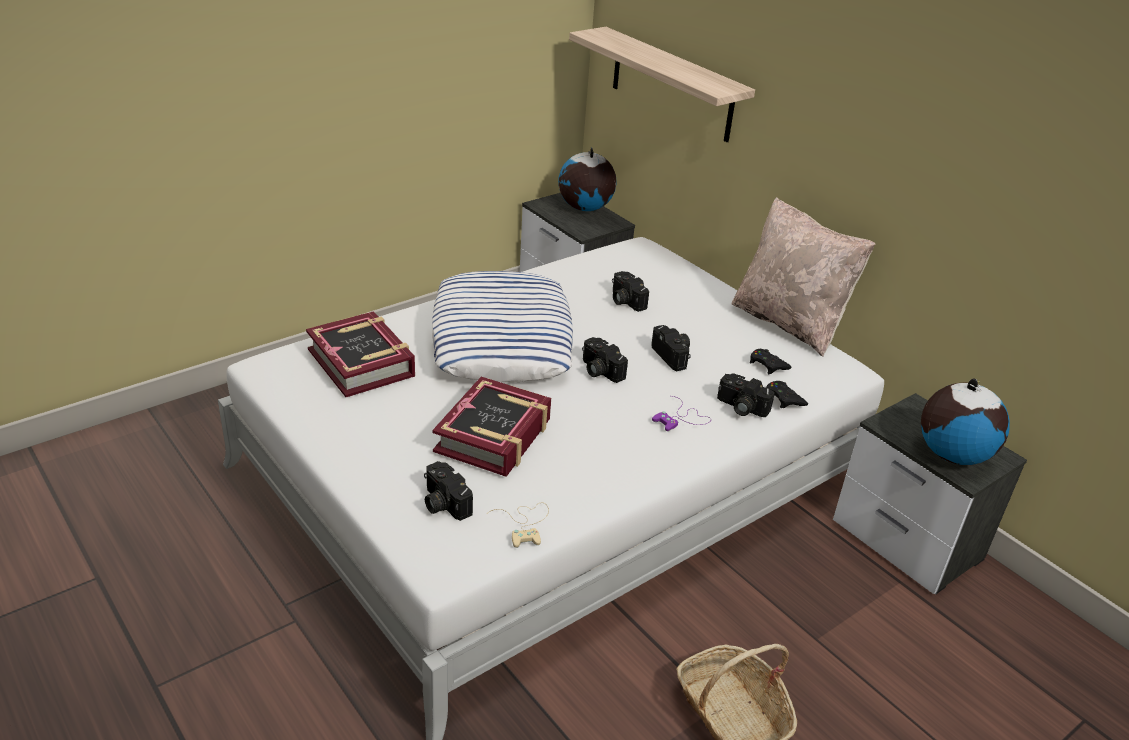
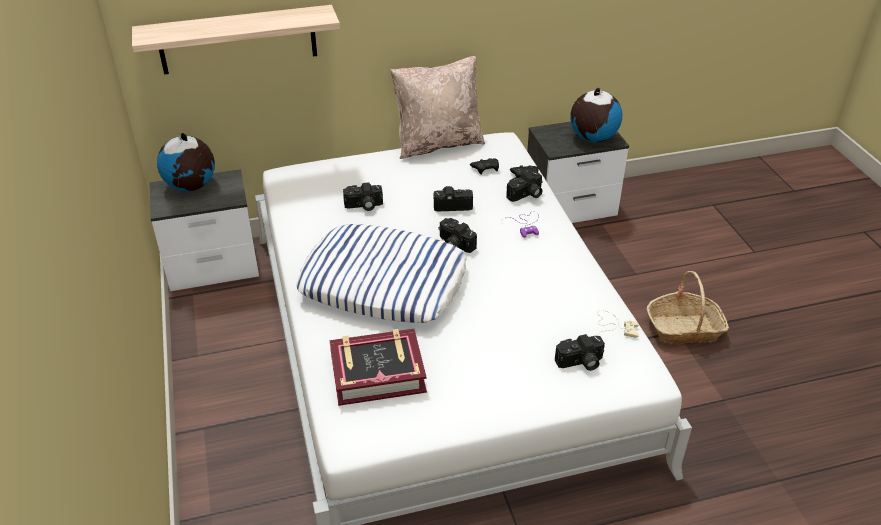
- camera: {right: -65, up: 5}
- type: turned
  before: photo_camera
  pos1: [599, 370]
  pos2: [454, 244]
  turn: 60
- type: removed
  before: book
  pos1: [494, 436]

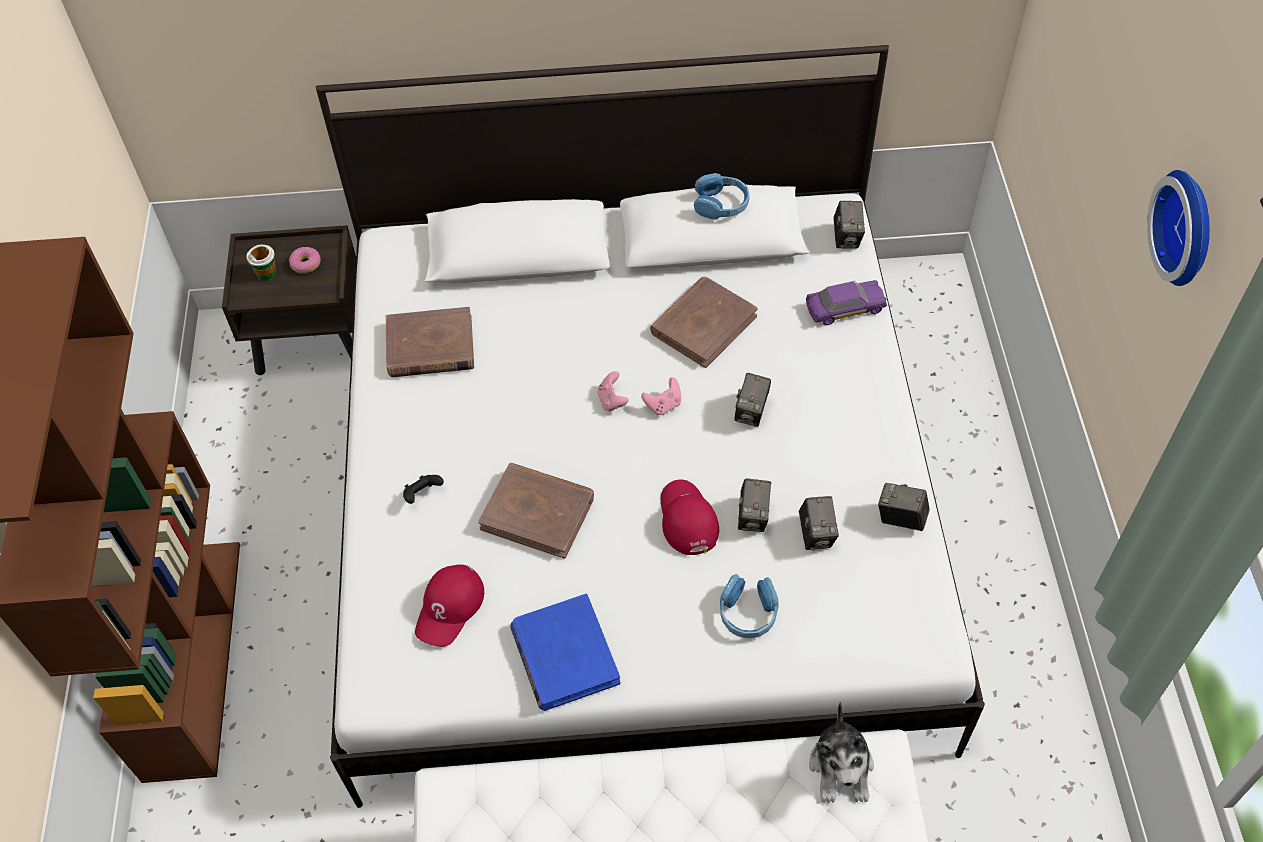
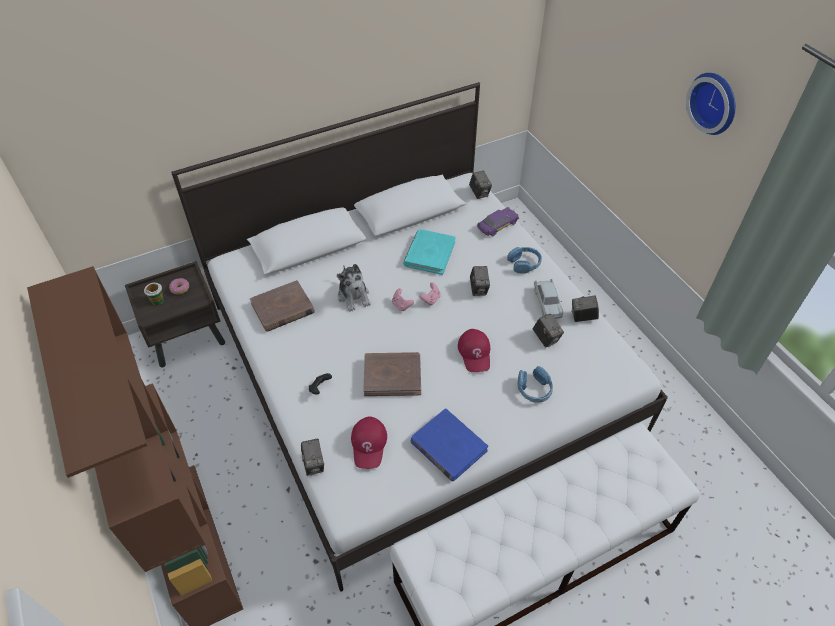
- camera: {right: -25, up: -5}
- type: moved
  before: photo_camera
  pos1: [753, 517]
  pos2: [314, 464]
- type: moved
  before: plush_toy
  pos1: [841, 767]
  pos2: [354, 296]
- type: recoloured
  before: brown_book
  after: turquoise_book
  pos1: [703, 324]
  pos2: [429, 254]
- type: turned
  before: red_cap
  pos1: [687, 519]
  pos2: [475, 353]
  turn: -150
- type: moved
  before: blue_headphones
  pos1: [721, 204]
  pos2: [524, 263]
- type: added
  after: white_toy_car
  pos2: [547, 303]

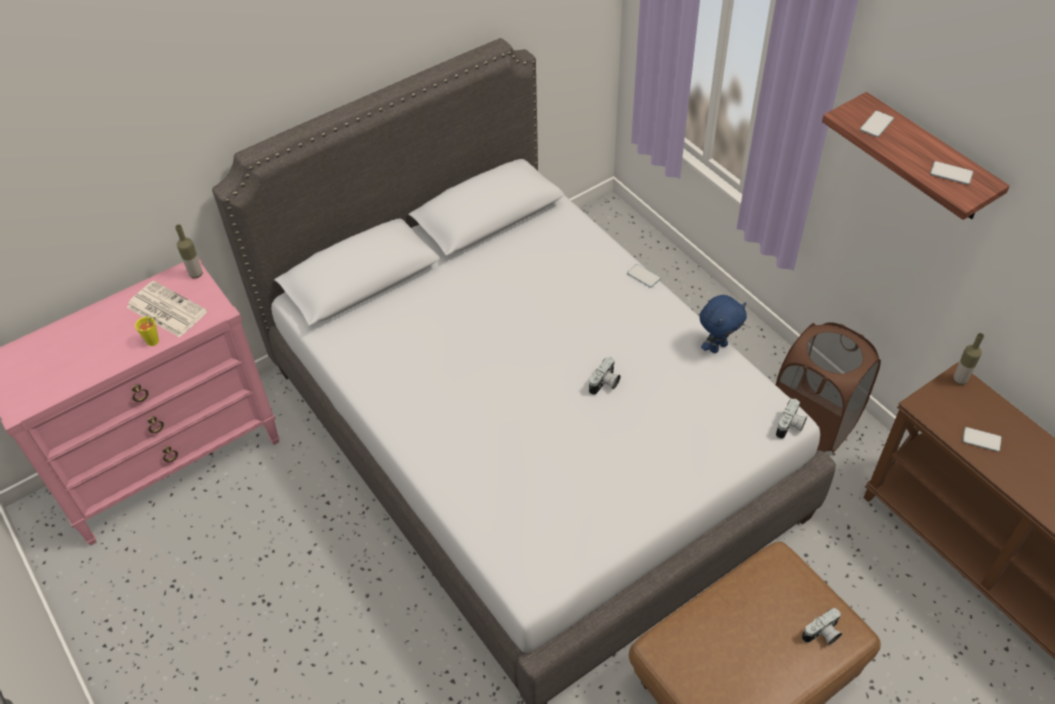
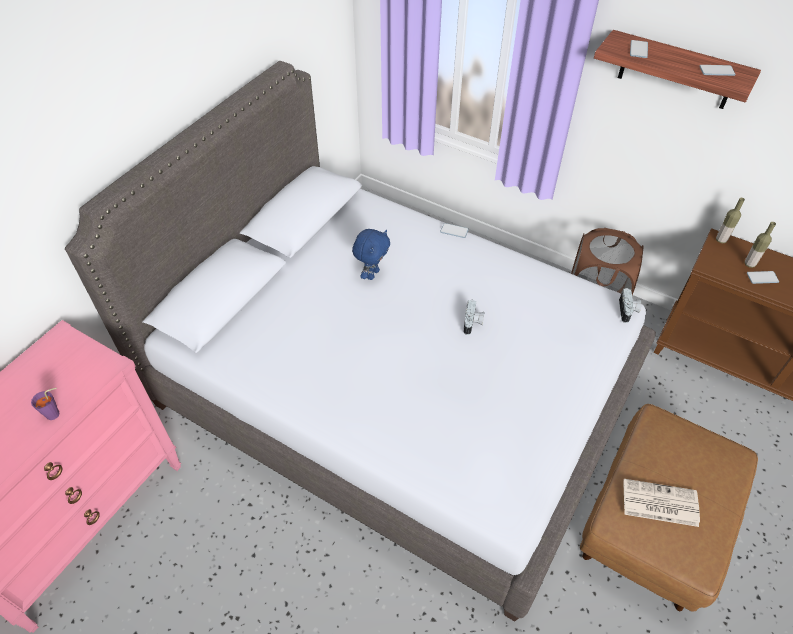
- camera: {right: -25, up: 0}
- type: recoloured
  before: yellow_cup
  after: purple_cup
  pos1: [155, 341]
  pos2: [56, 414]
- type: moved
  before: blue_plush_toy
  pos1: [717, 346]
  pos2: [372, 274]
- type: moved
  before: newspaper
  pos1: [165, 309]
  pos2: [659, 503]
- type: moved
  before: bottle
  pos1: [196, 274]
  pos2: [749, 264]
- type: removed
  before: photo_camera
  pos1: [822, 634]

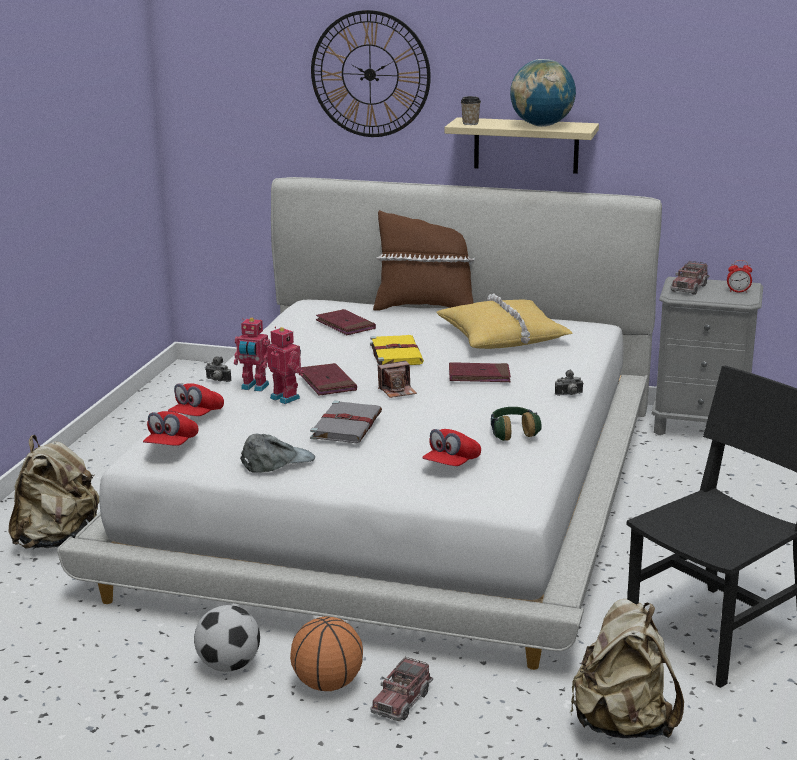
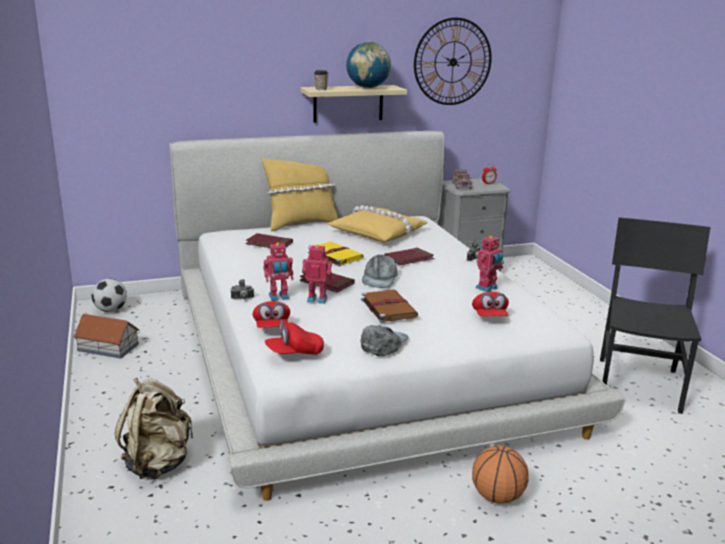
- camera: {right: -35, up: 0}
- type: added
  after: toy_house
  pos2: [108, 347]
- type: moved
  before: football
  pos1: [229, 665]
  pos2: [111, 310]
- type: recoloured
  before: brown_pillow
  after: yellow_pillow
  pos1: [425, 307]
  pos2: [300, 224]
- type: turned
  before: red_cap
  pos1: [171, 445]
  pos2: [294, 353]
  turn: 90
- type: recoloured
  before: grey_book
  after: brown_book
  pos1: [347, 425]
  pos2: [388, 308]
- type: replaced
  before: photo_camera
  after: grey_cap
  pos1: [397, 391]
  pos2: [379, 278]
- type: moved
  before: wall_clock
  pos1: [370, 74]
  pos2: [453, 62]
- type: replaced
  before: headphones
  after: toy_robot
  pos1: [513, 432]
  pos2: [487, 288]
- type: removed
  before: toy_truck
  pos1: [401, 701]
- type: removed
  before: beige_backpack
  pos1: [622, 724]

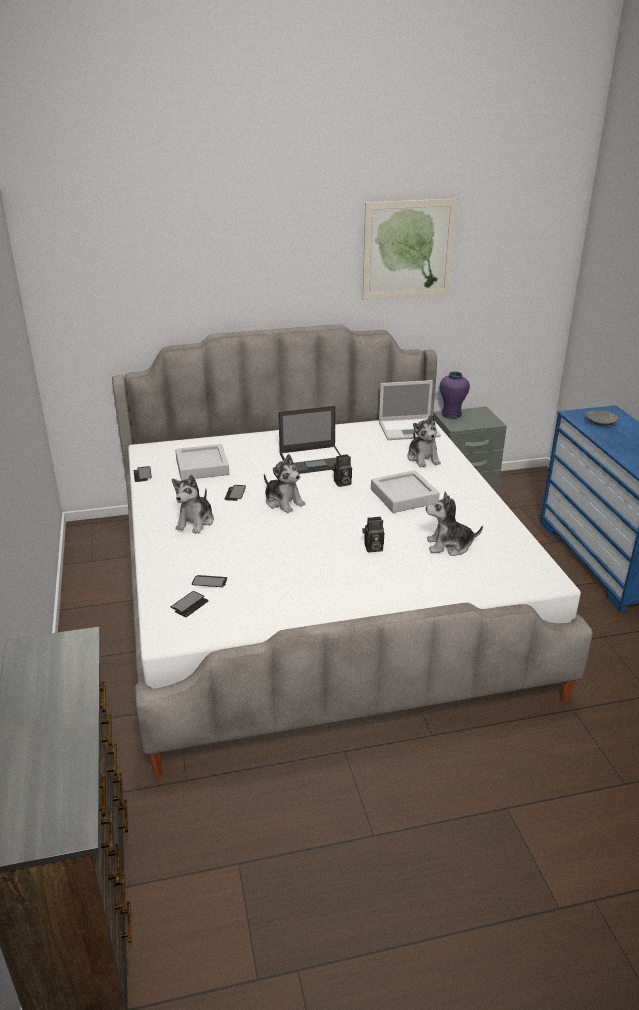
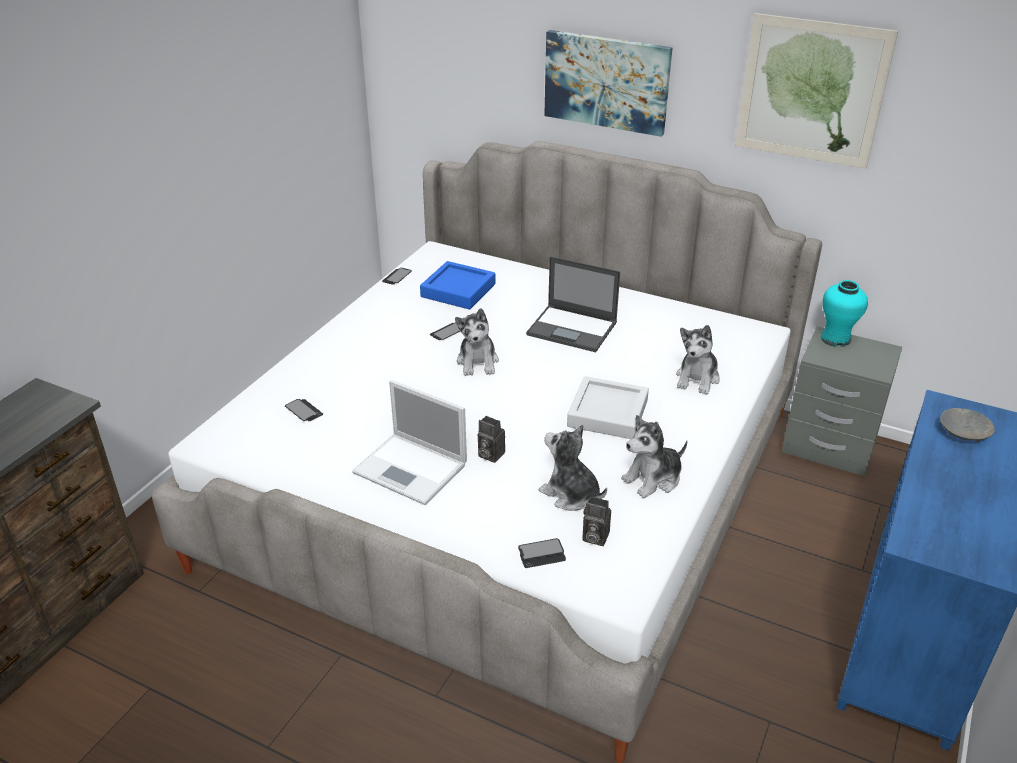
- camera: {right: 40, up: 5}
- type: moved
  before: laptop
  pos1: [410, 429]
  pos2: [412, 469]
- type: recoloured
  before: grey_tray
  after: blue_tray
  pos1: [202, 467]
  pos2: [458, 290]
- type: moved
  before: phone
  pos1: [189, 605]
  pos2: [541, 554]
- type: added
  after: picture
  pos2: [606, 82]
- type: moved
  before: photo_camera
  pos1: [342, 483]
  pos2: [593, 537]
- type: moved
  before: plush_toy
  pos1: [195, 522]
  pos2: [653, 479]
- type: recoloured
  before: purple_vase
  after: turquoise_vase
  pos1: [451, 414]
  pos2: [836, 339]

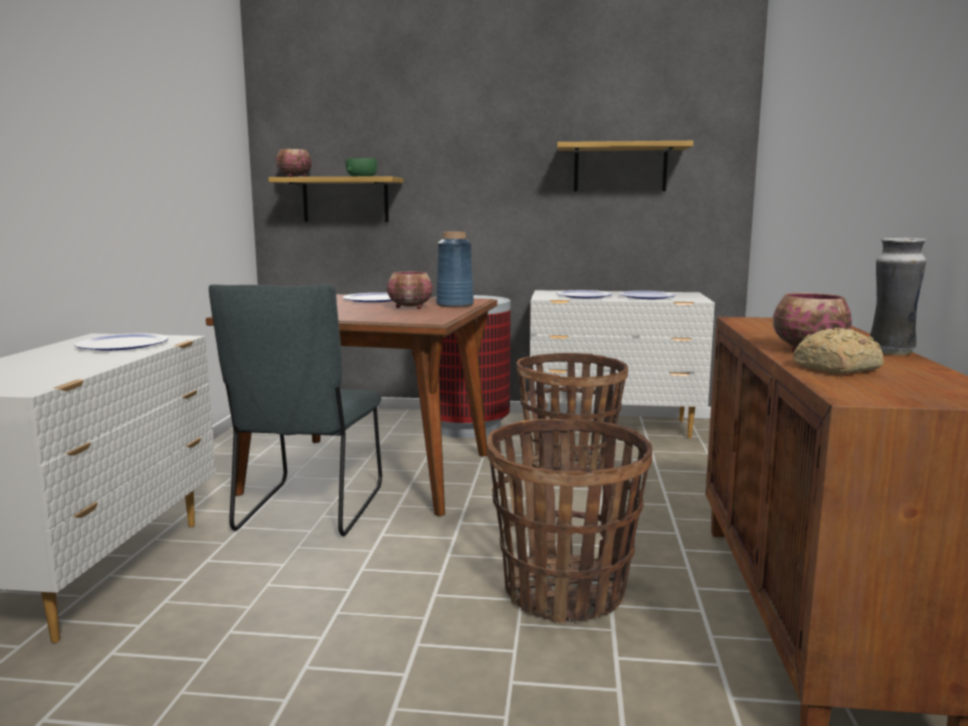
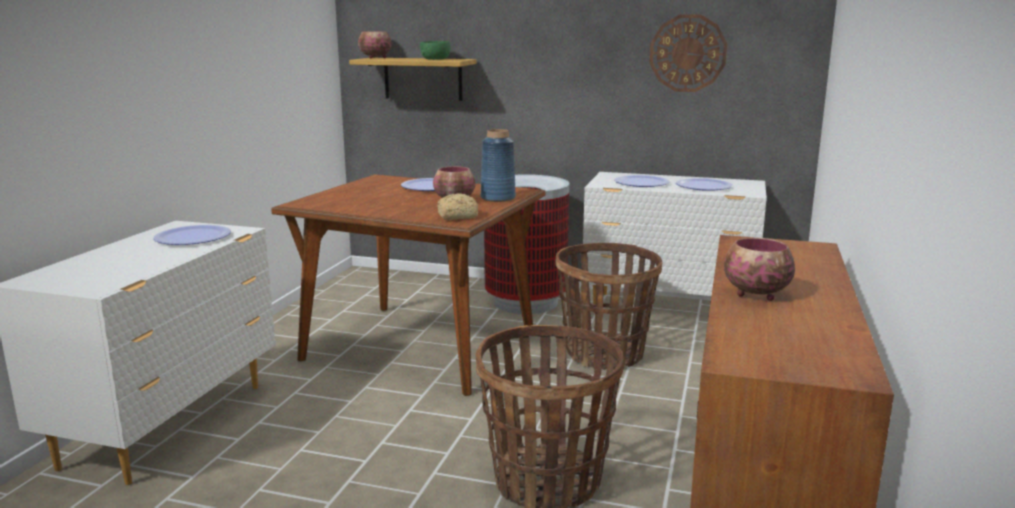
- camera: {right: 10, up: 5}
- type: moved
  before: bread
  pos1: [834, 369]
  pos2: [456, 216]
- type: replaced
  before: shelf
  after: wall_clock
  pos1: [620, 168]
  pos2: [687, 53]
- type: removed
  before: grey_chair
  pos1: [308, 511]
- type: removed
  before: vase
  pos1: [890, 352]

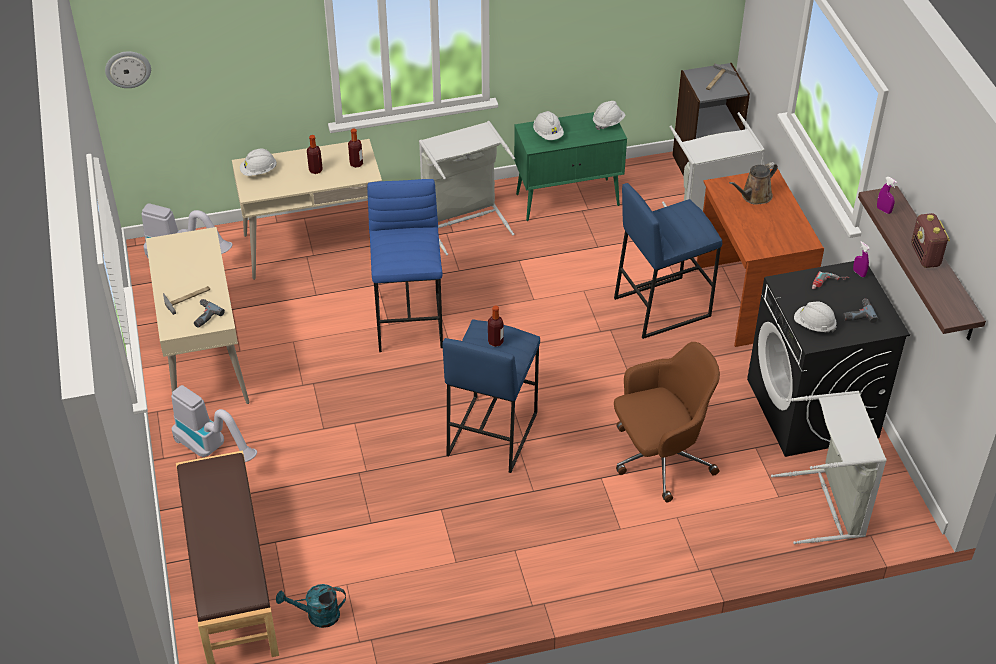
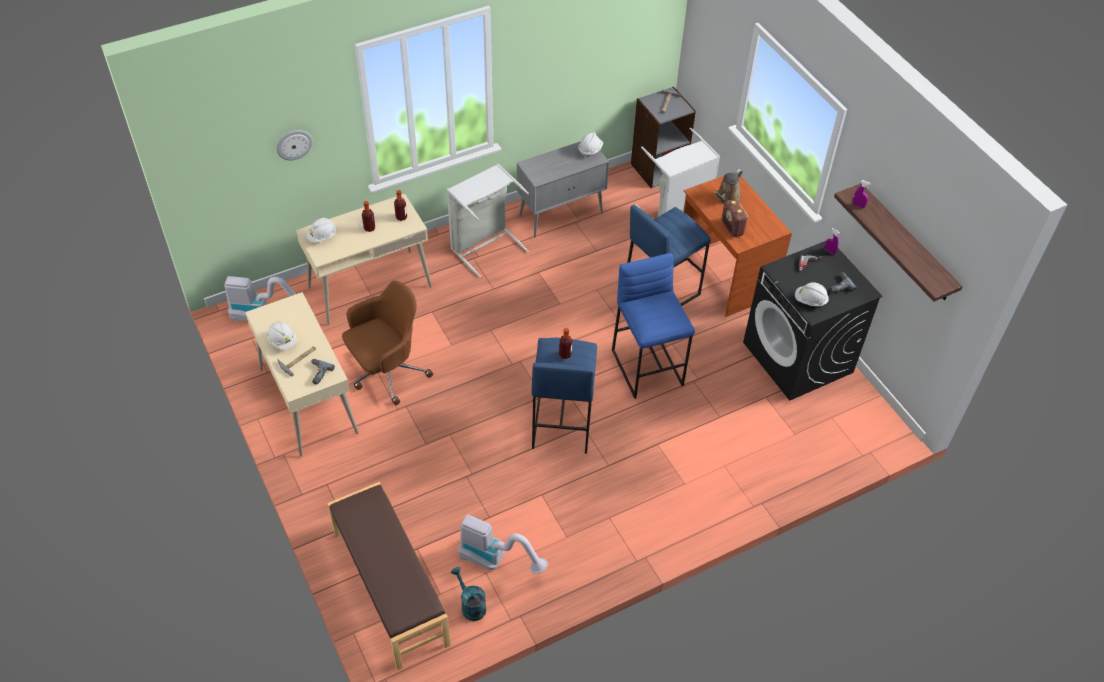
- camera: {right: -15, up: 5}
- type: moved
  before: white_hard_hat
  pos1: [548, 134]
  pos2: [282, 341]
- type: moved
  before: wall_clock
  pos1: [128, 69]
  pos2: [294, 144]
- type: moved
  before: brown_office_chair
  pos1: [659, 459]
  pos2: [387, 372]
- type: turned
  before: turquoise_watering_can
  pos1: [317, 616]
  pos2: [470, 605]
  turn: 75
- type: moved
  before: vacuum_cleaner
  pos1: [213, 449]
  pos2: [496, 560]
- type: recoloured
  before: green_cabinet
  after: grey_cabinet
  pos1: [568, 199]
  pos2: [561, 214]
- type: moved
  before: blue_stool
  pos1: [410, 322]
  pos2: [648, 367]
- type: moved
  before: radio
  pos1: [925, 256]
  pos2: [732, 228]
- type: removed
  before: grey_laundry_basket
  pos1: [828, 505]

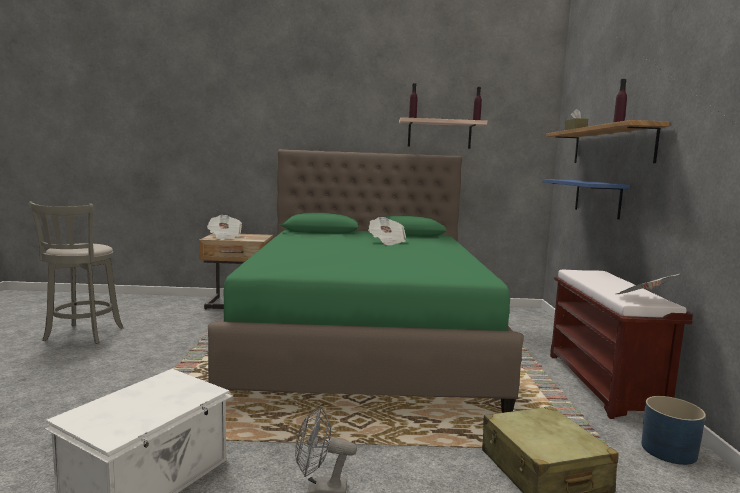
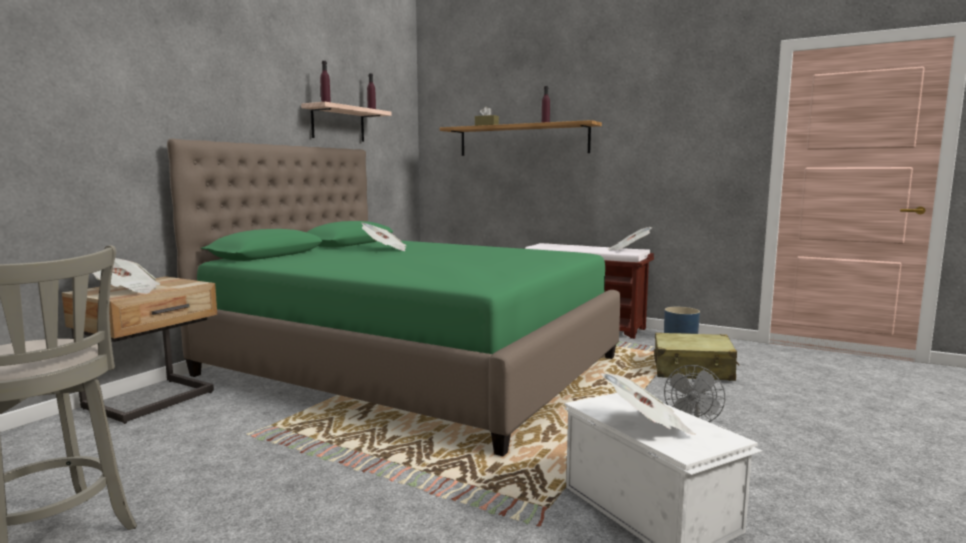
- camera: {right: -60, up: 0}
- type: added
  after: newspaper
  pos2: [646, 426]
- type: removed
  before: blue_shelf
  pos1: [597, 198]

